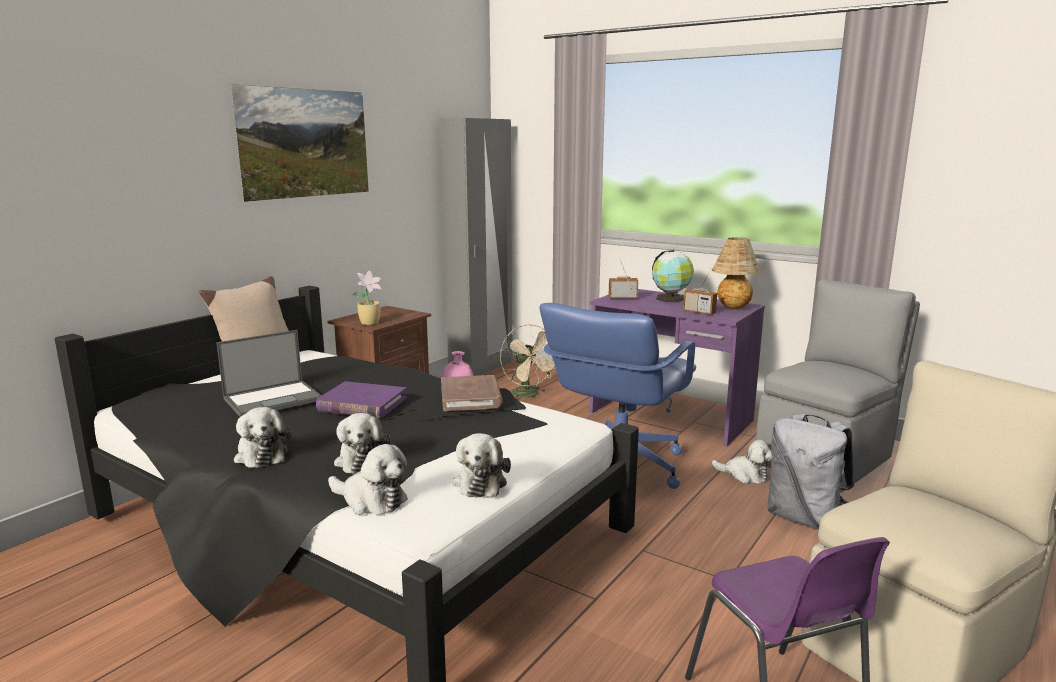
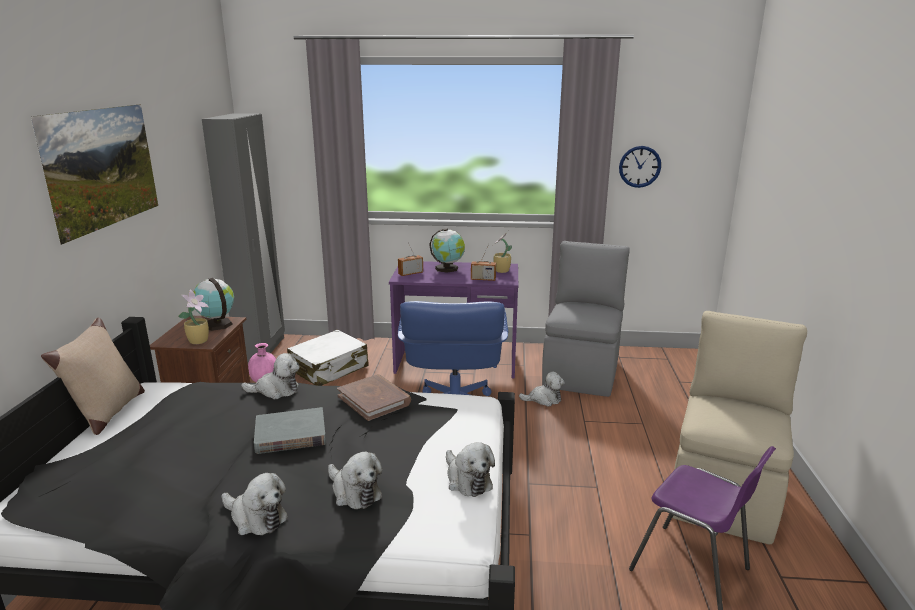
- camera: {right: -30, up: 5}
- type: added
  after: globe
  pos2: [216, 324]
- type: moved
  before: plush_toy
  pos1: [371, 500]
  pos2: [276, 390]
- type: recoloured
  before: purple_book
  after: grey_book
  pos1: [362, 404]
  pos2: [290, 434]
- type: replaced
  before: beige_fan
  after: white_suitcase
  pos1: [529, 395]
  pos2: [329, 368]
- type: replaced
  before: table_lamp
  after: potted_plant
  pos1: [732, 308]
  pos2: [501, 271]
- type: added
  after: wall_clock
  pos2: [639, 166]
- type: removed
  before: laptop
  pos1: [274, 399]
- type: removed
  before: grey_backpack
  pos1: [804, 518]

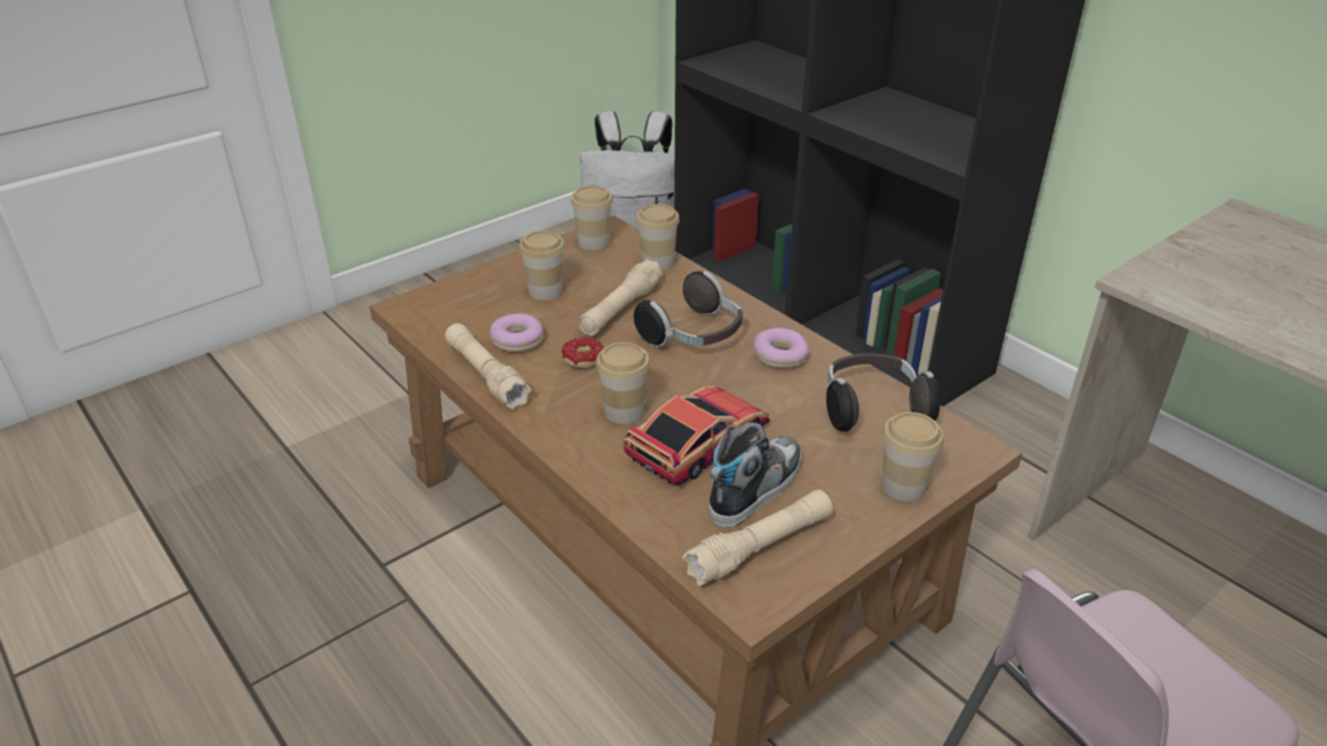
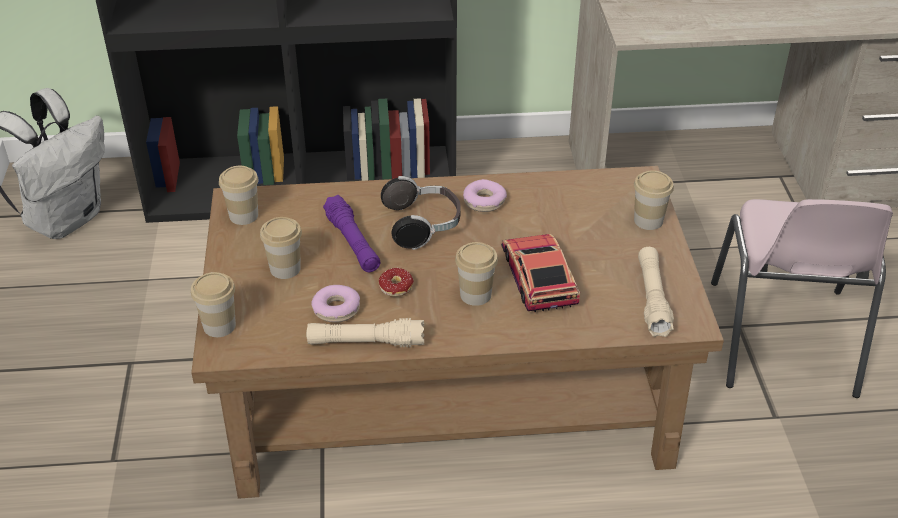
- camera: {right: -55, up: 5}
- type: moved
  before: cup
  pos1: [657, 262]
  pos2: [219, 326]
- type: recoloured
  before: beige_flashlight
  after: purple_flashlight
  pos1: [621, 309]
  pos2: [352, 243]
- type: removed
  before: shoe
  pos1: [755, 487]
- type: removed
  before: headphones
  pos1: [872, 408]

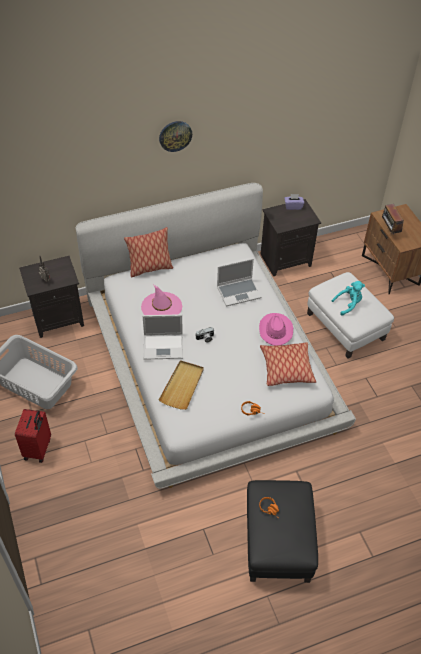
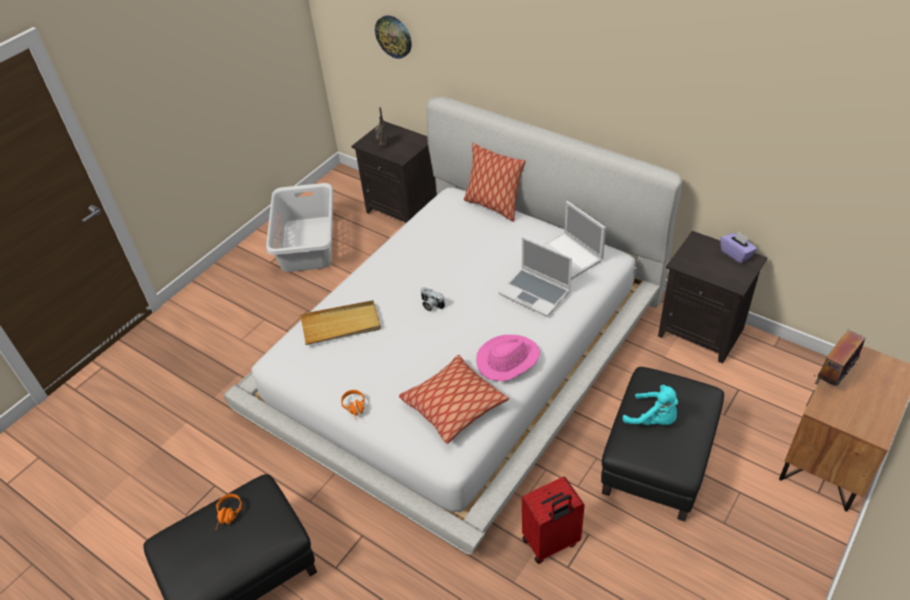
- camera: {right: 60, up: -5}
- type: moved
  before: wall_clock
  pos1: [175, 136]
  pos2: [394, 36]
- type: moved
  before: red_suitcase
  pos1: [38, 449]
  pos2: [551, 543]
- type: moved
  before: laptop
  pos1: [164, 346]
  pos2: [569, 256]
- type: recoloured
  before: white_ottoman
  after: black_ottoman
  pos1: [346, 326]
  pos2: [658, 460]
- type: removed
  before: pink_hat
  pos1: [161, 307]

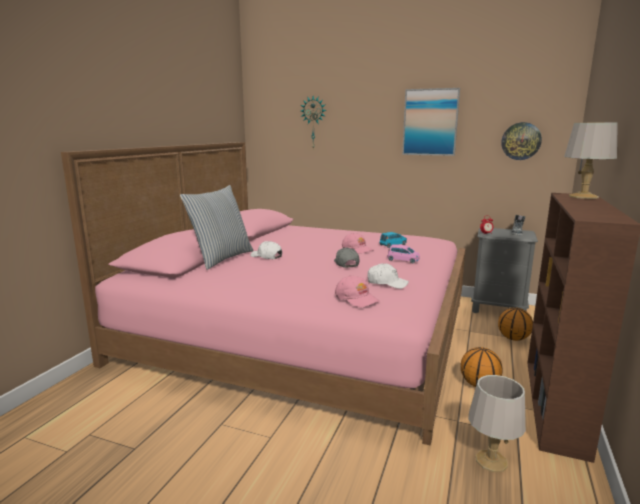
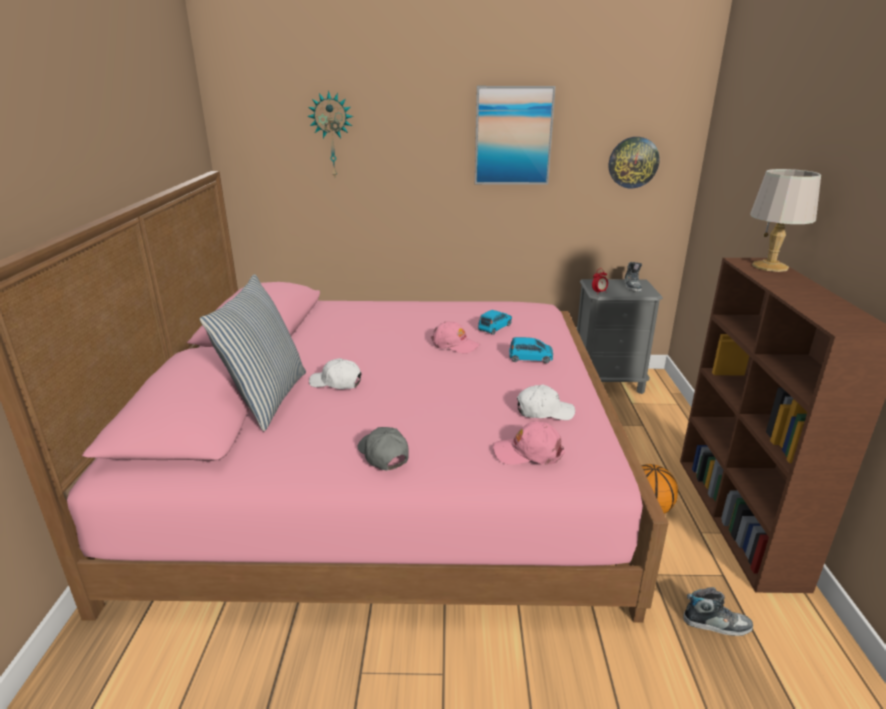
- camera: {right: -20, up: 10}
- type: moved
  before: grey_cap
  pos1: [346, 264]
  pos2: [383, 455]
- type: turned
  before: pink_cap
  pos1: [356, 298]
  pos2: [528, 452]
  turn: 150
- type: recoloured
  before: pink_toy_car
  after: blue_toy_car
  pos1: [403, 260]
  pos2: [530, 358]
- type: replaced
  before: grey_table_lamp
  after: shoe
  pos1: [490, 460]
  pos2: [716, 624]
- type: removed
  before: basketball
  pos1: [513, 338]

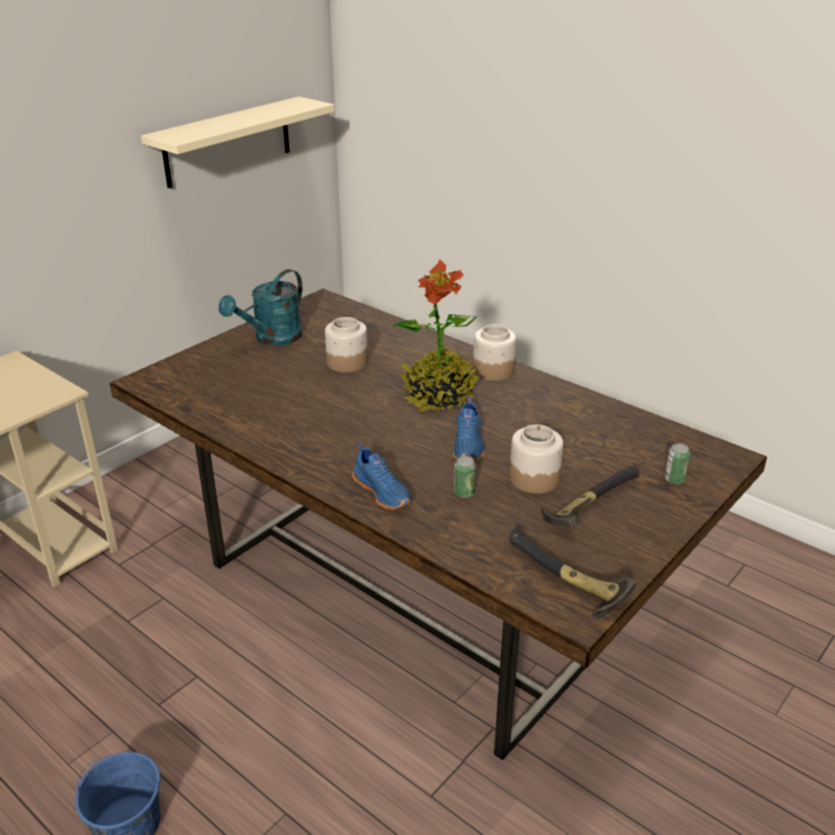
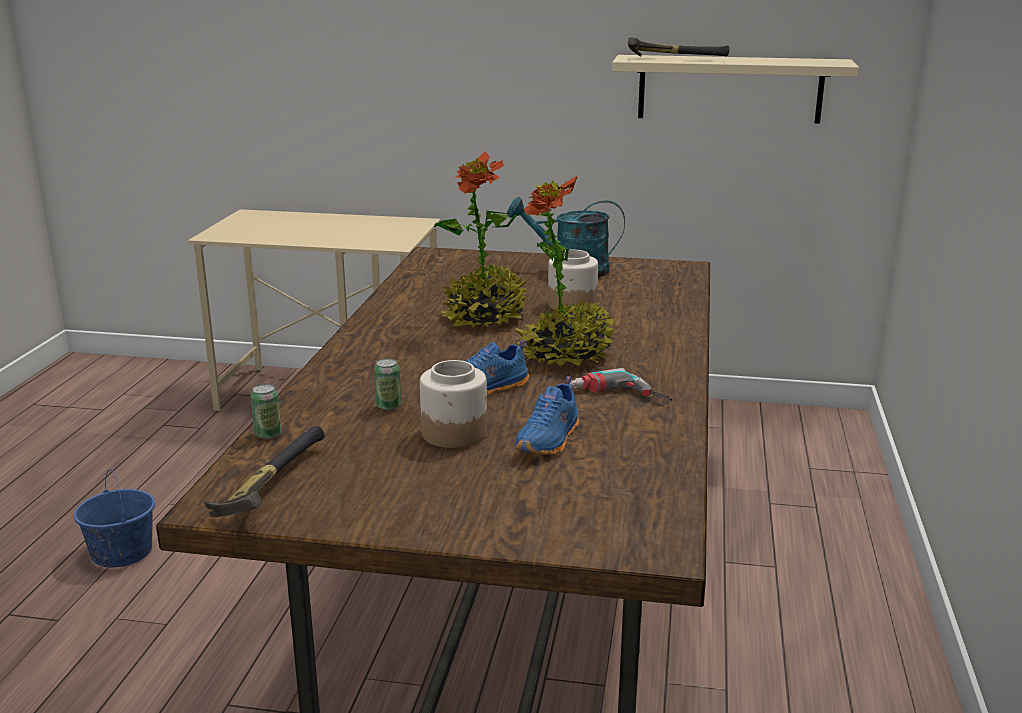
- camera: {right: 60, up: -10}
- type: moved
  before: can
  pos1: [674, 479]
  pos2: [268, 434]
- type: added
  after: potted_plant
  pos2: [485, 317]
- type: moved
  before: blue_shoe
  pos1: [383, 491]
  pos2: [550, 440]
- type: added
  after: power_drill
  pos2: [618, 397]
- type: moved
  before: hammer
  pos1: [587, 507]
  pos2: [674, 59]
- type: removed
  before: jar
  pos1: [492, 371]

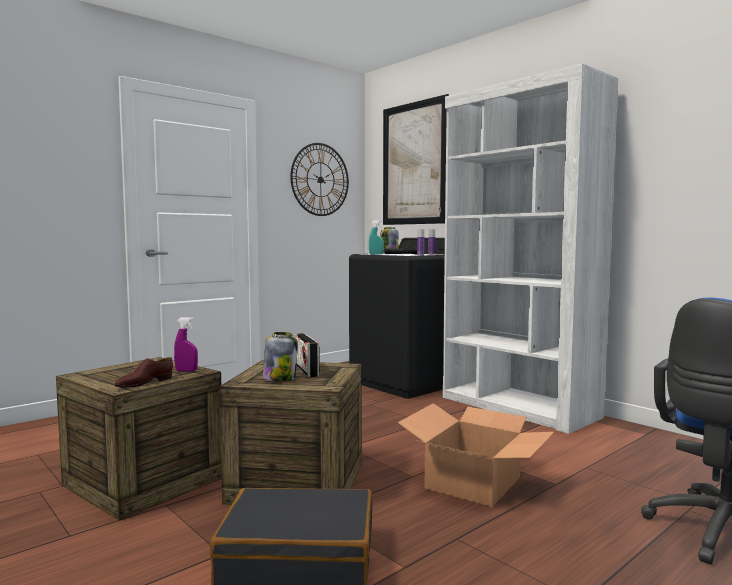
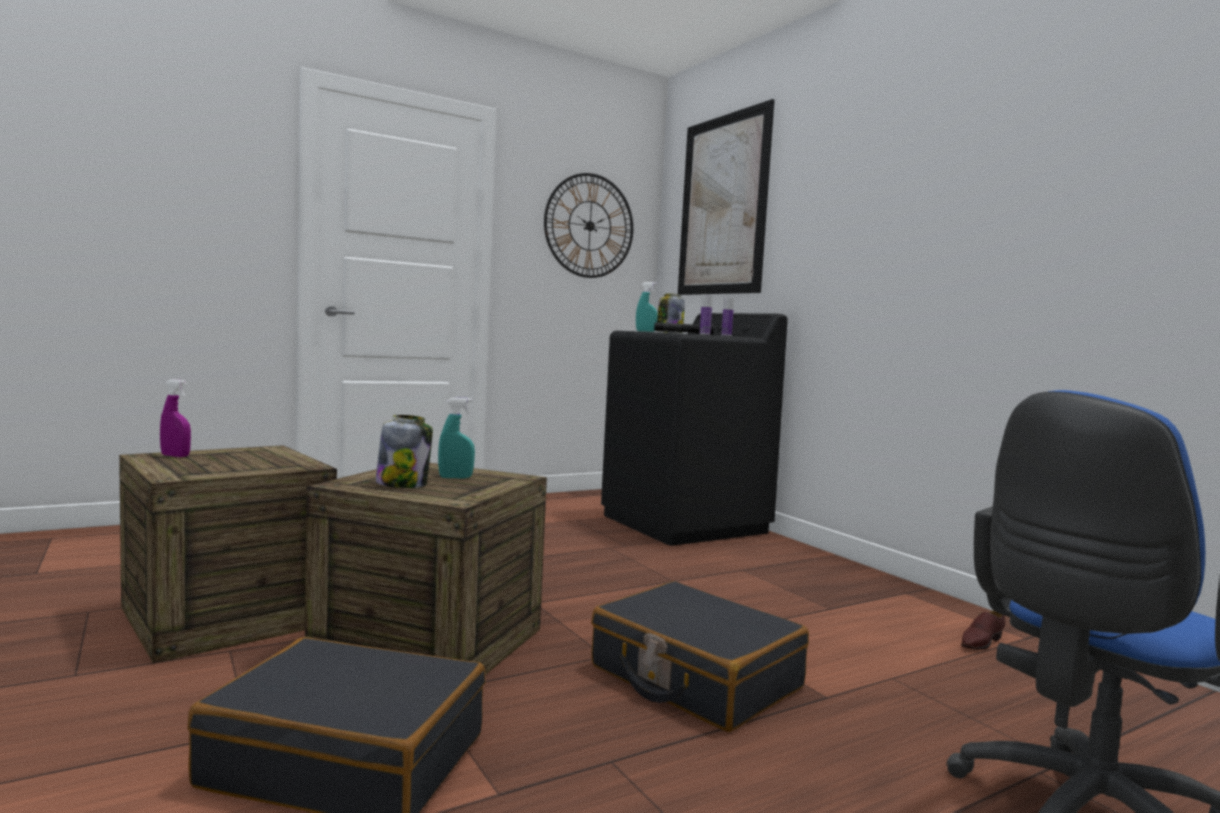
- camera: {right: 10, up: 0}
- type: moved
  before: purple_spray_bottle
  pos1: [186, 371]
  pos2: [175, 456]
- type: replaced
  before: radio
  after: turquoise_spray_bottle
  pos1: [306, 370]
  pos2: [455, 477]
- type: replaced
  before: cardboard_box
  after: black_suitcase
  pos1: [474, 482]
  pos2: [694, 678]
- type: moved
  before: brown_shoe
  pos1: [144, 383]
  pos2: [980, 642]
- type: removed
  before: white_bookcase
  pos1: [518, 407]

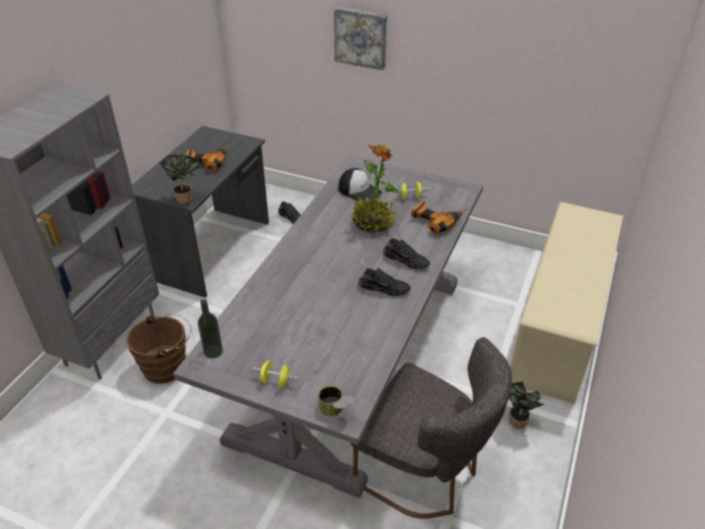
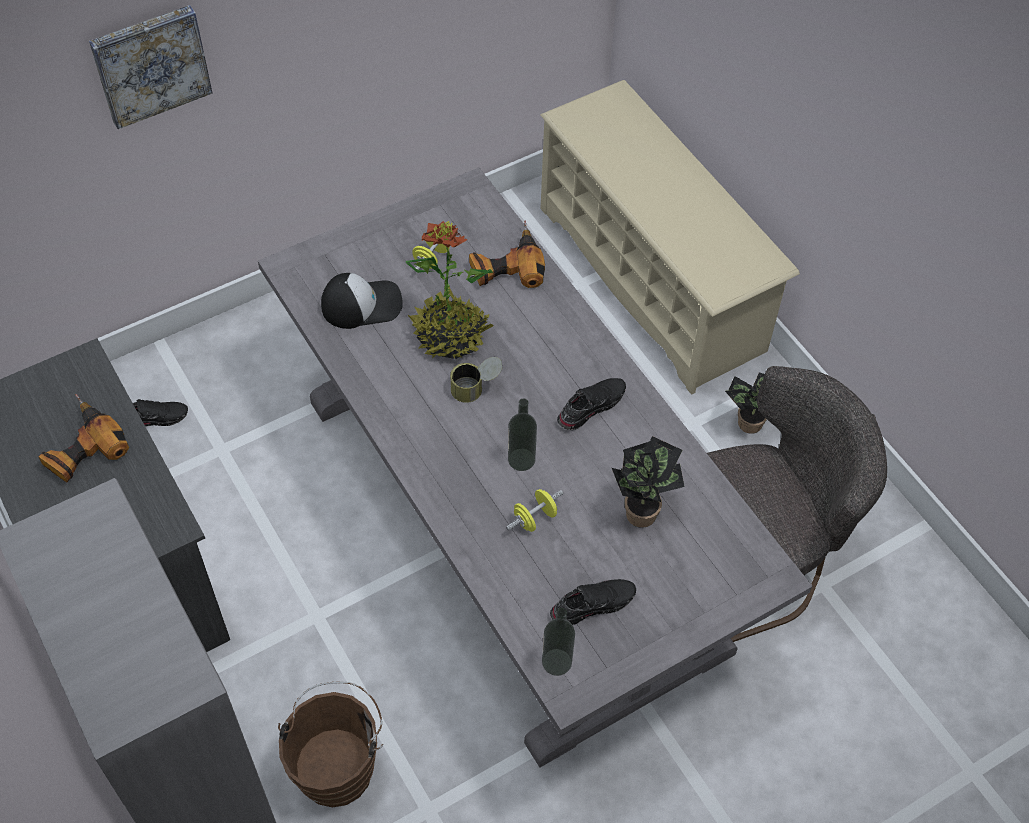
- camera: {right: -55, up: 15}
- type: moved
  before: can
  pos1: [335, 411]
  pos2: [476, 388]
- type: moved
  before: yellow_dumbbell
  pos1: [276, 381]
  pos2: [535, 518]
- type: added
  after: bottle
  pos2: [521, 459]
- type: moved
  before: black_shoe
  pos1: [406, 260]
  pos2: [592, 604]
- type: moved
  before: potted_plant
  pos1: [186, 198]
  pos2: [641, 510]

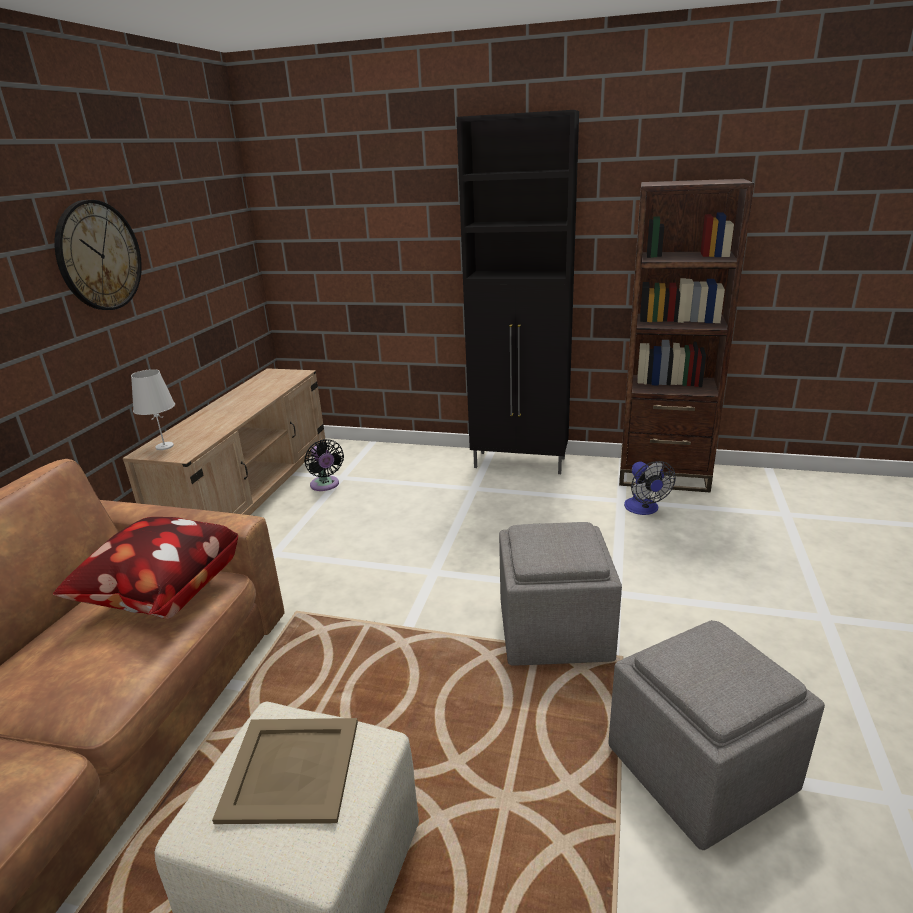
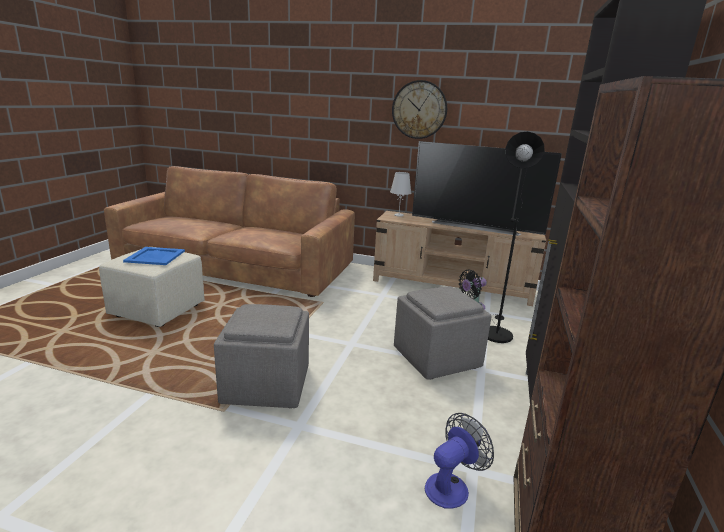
- camera: {right: 90, up: -5}
- type: recoloured
  before: beige_tray
  after: blue_tray
  pos1: [292, 768]
  pos2: [155, 256]
- type: moved
  before: grey_ottoman
  pos1: [702, 770]
  pos2: [436, 358]
- type: added
  after: television
  pos2: [475, 226]
- type: turned
  before: fan
  pos1: [644, 509]
  pos2: [451, 486]
  turn: 150
- type: added
  after: black_floor_lamp
  pos2: [495, 332]
- type: removed
  before: pillow
  pos1: [161, 595]

